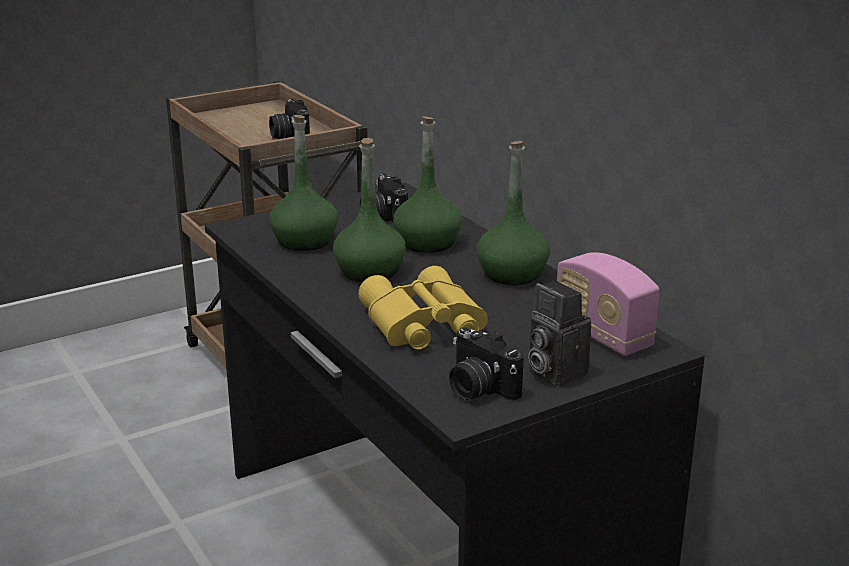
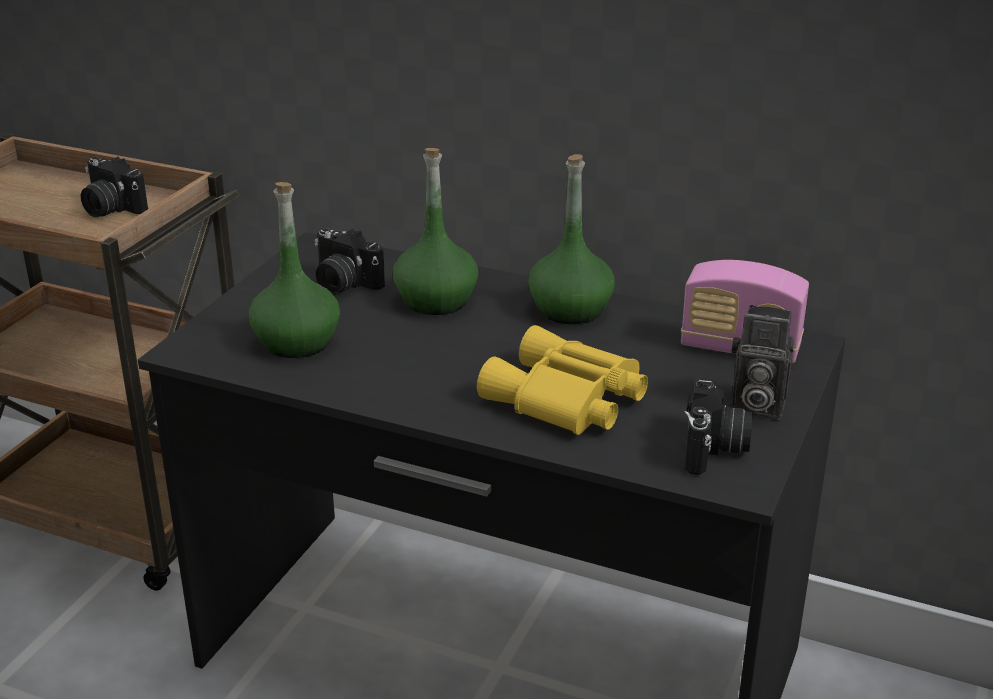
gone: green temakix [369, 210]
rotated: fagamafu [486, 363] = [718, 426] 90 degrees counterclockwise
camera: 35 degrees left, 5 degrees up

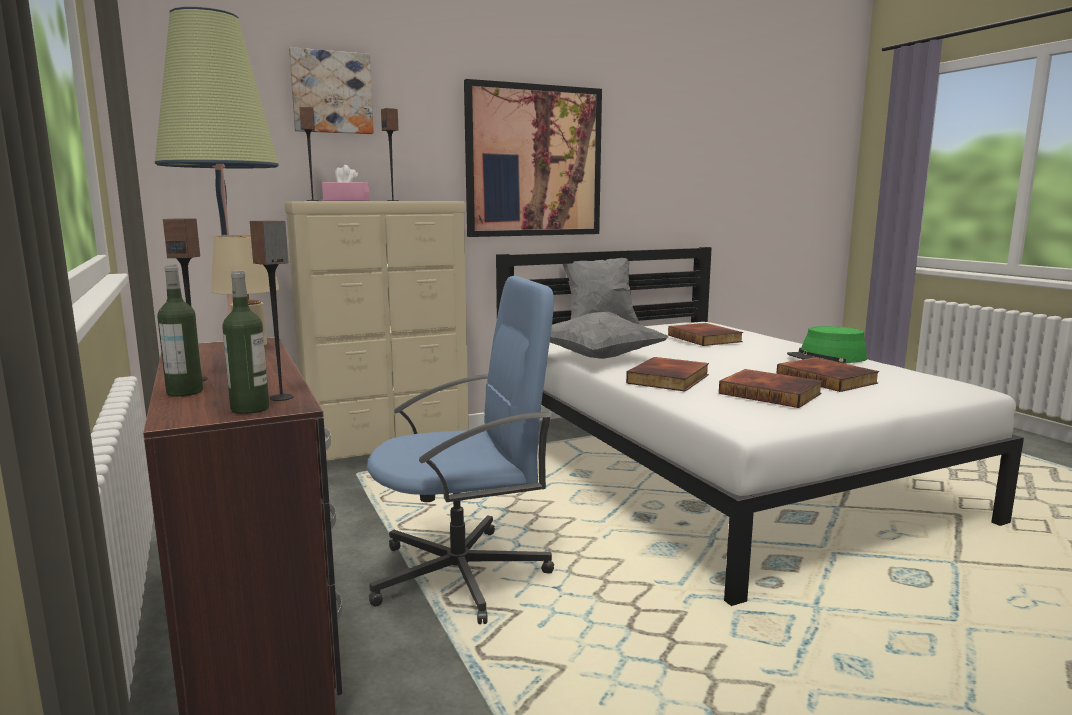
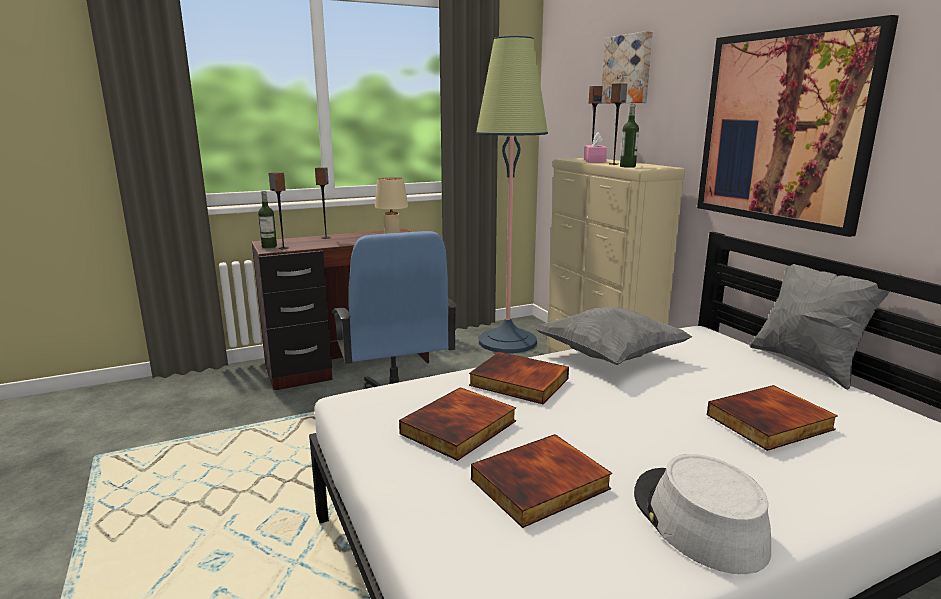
shifted: temakix [180, 331] to [629, 136]
repainted: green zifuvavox [827, 345] to grey zifuvavox [702, 514]
camera: 90 degrees right, 5 degrees up

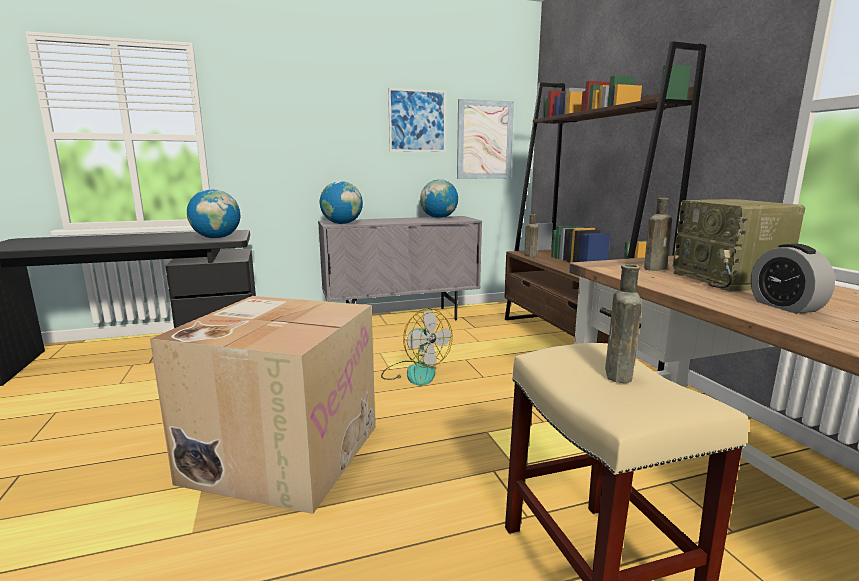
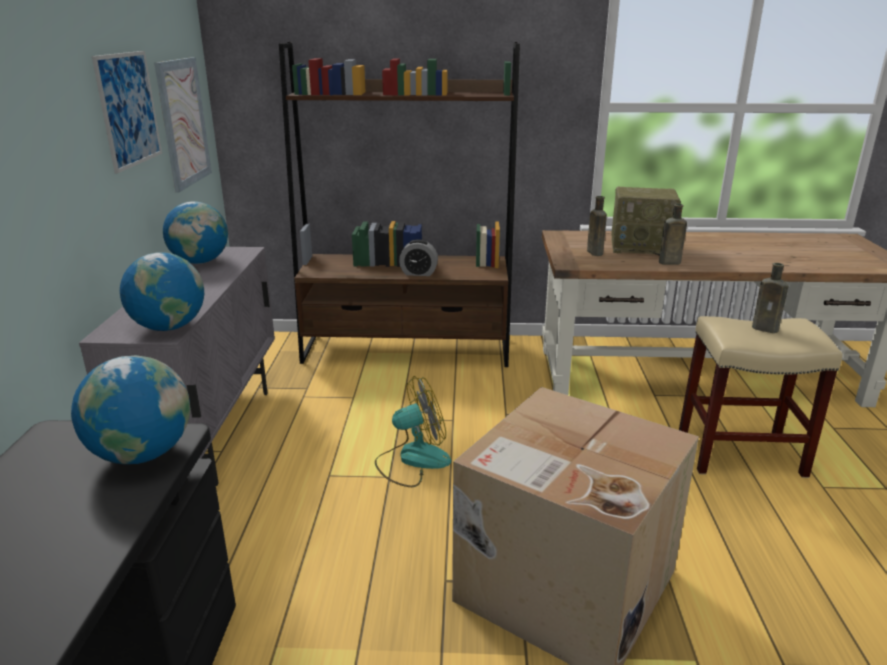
shifted: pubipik [792, 279] to [418, 257]; brown temakix [531, 235] to [673, 234]
camera: 70 degrees left, 10 degrees up

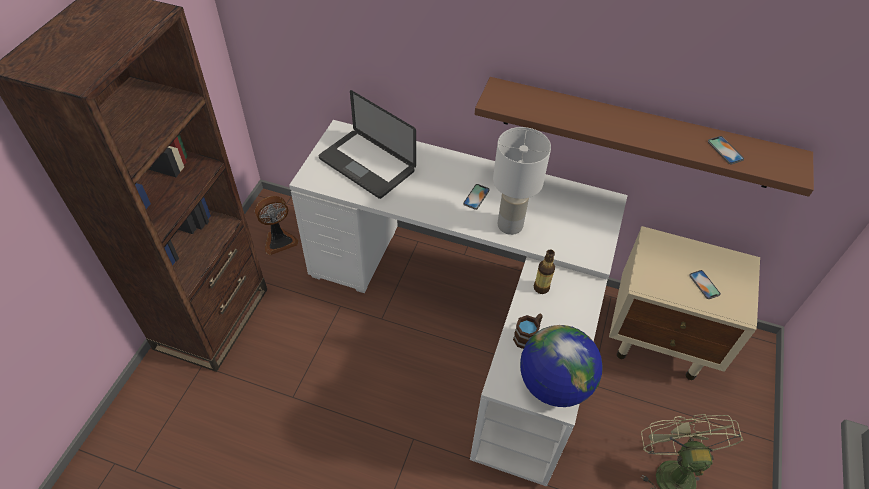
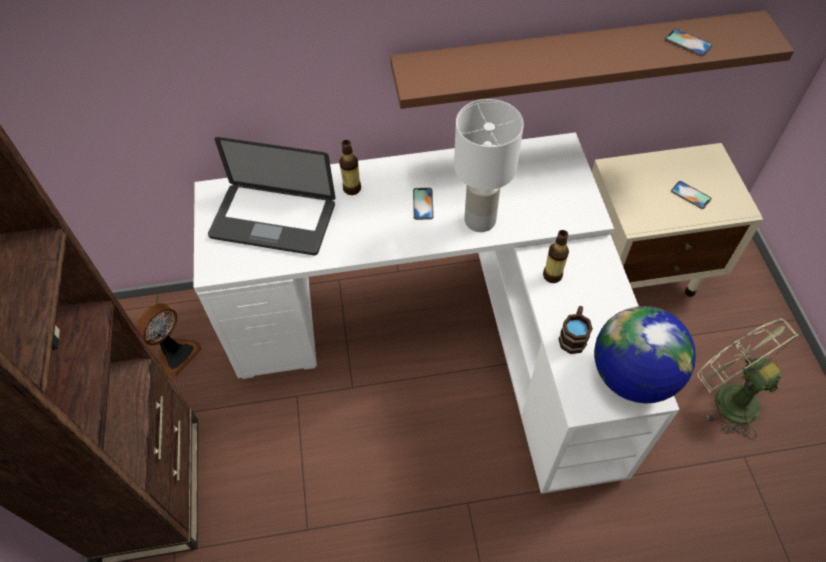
new: temakix [350, 167]
camera: 25 degrees left, 5 degrees up

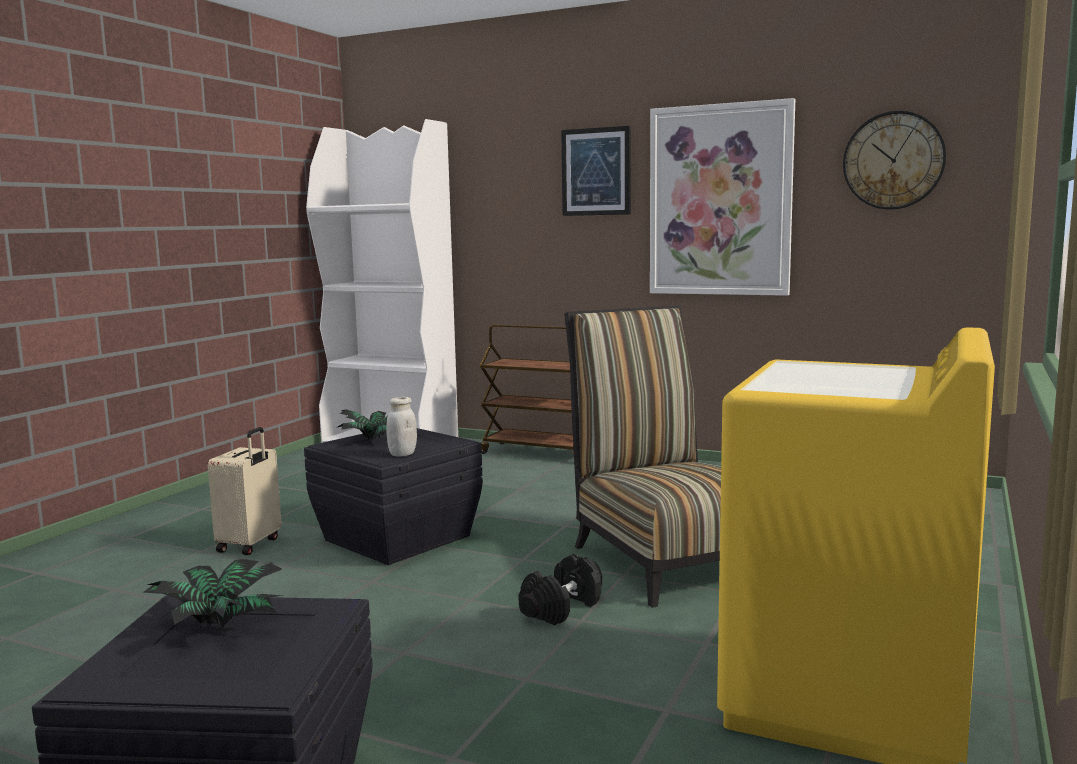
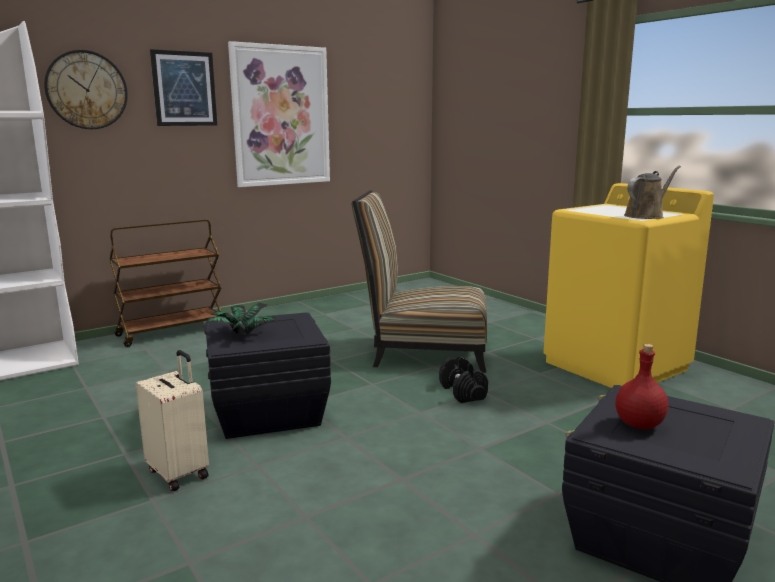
gone: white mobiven [401, 426]
new: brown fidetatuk [652, 192]
shifted: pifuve [894, 160] to [86, 89]
swapped: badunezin [212, 593] to red temakix [641, 386]
camera: 60 degrees left, 5 degrees up

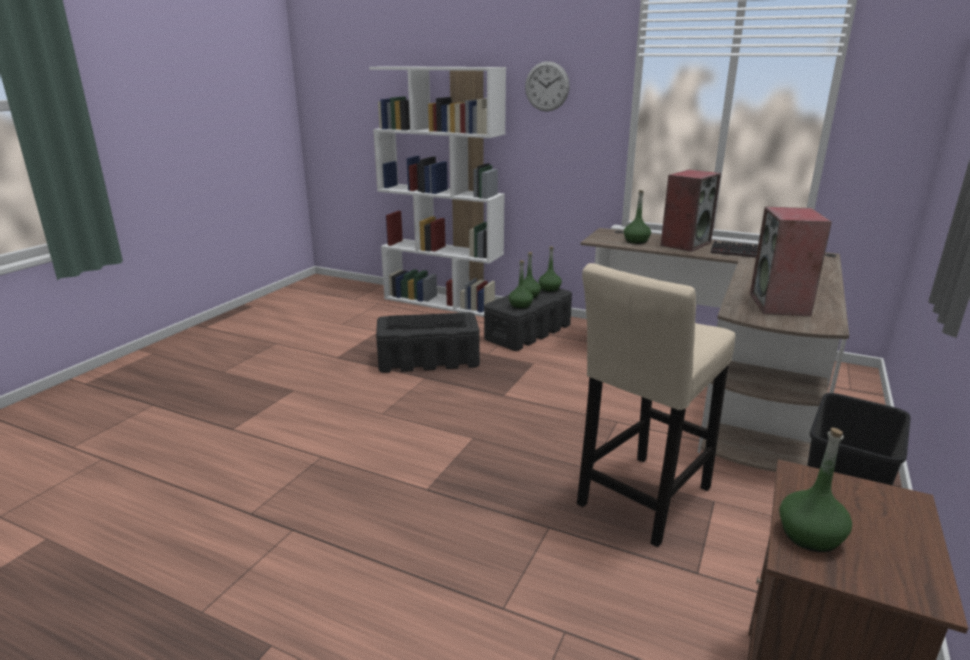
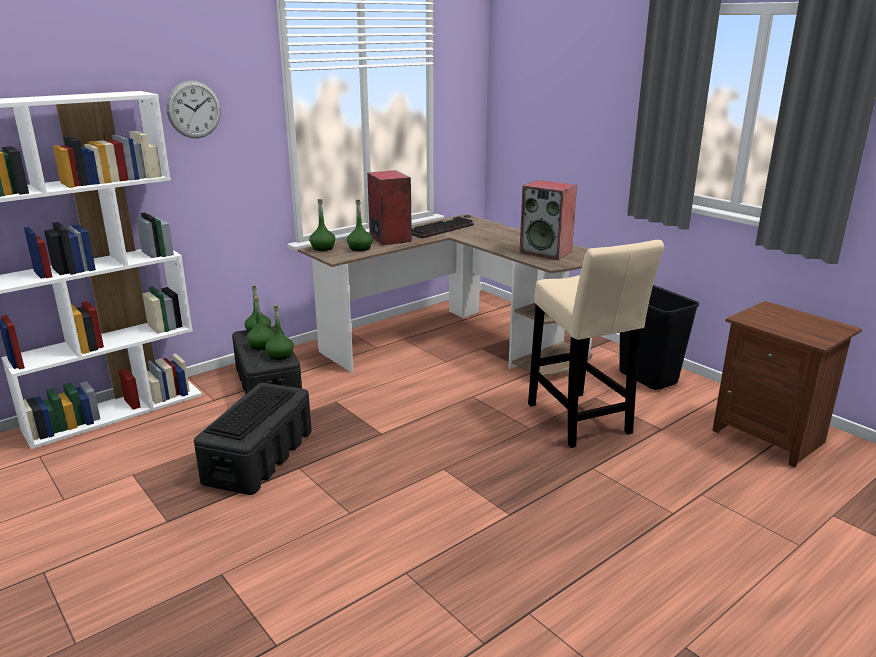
shifted: green temakix [815, 489] to [322, 225]
camera: 65 degrees left, 0 degrees up

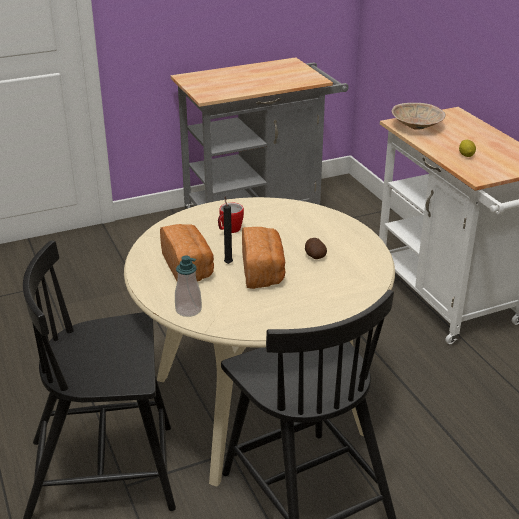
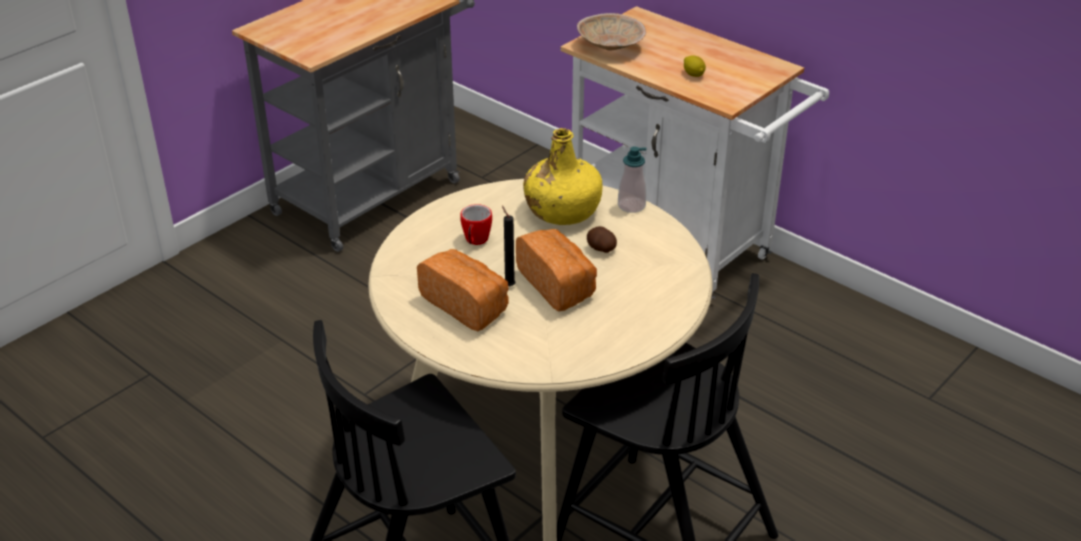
new: yellow temakix [563, 176]
shifted: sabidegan [188, 286] to [632, 179]
camera: 25 degrees left, 5 degrees up

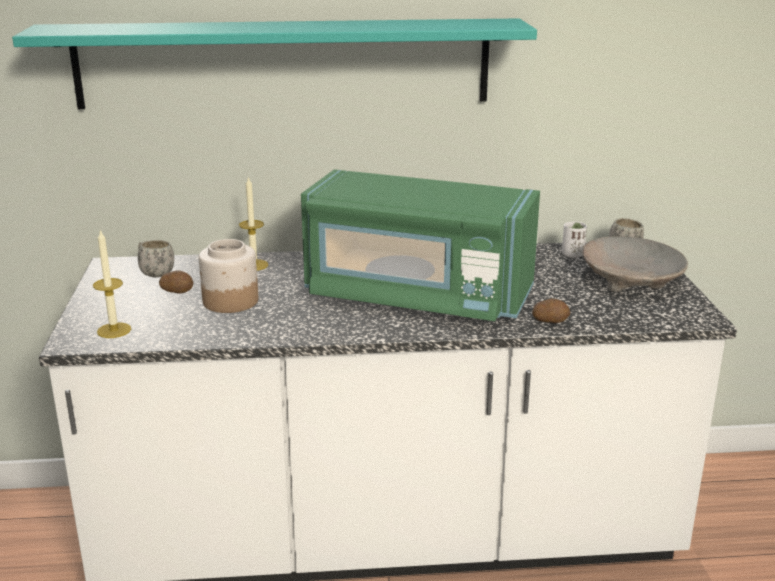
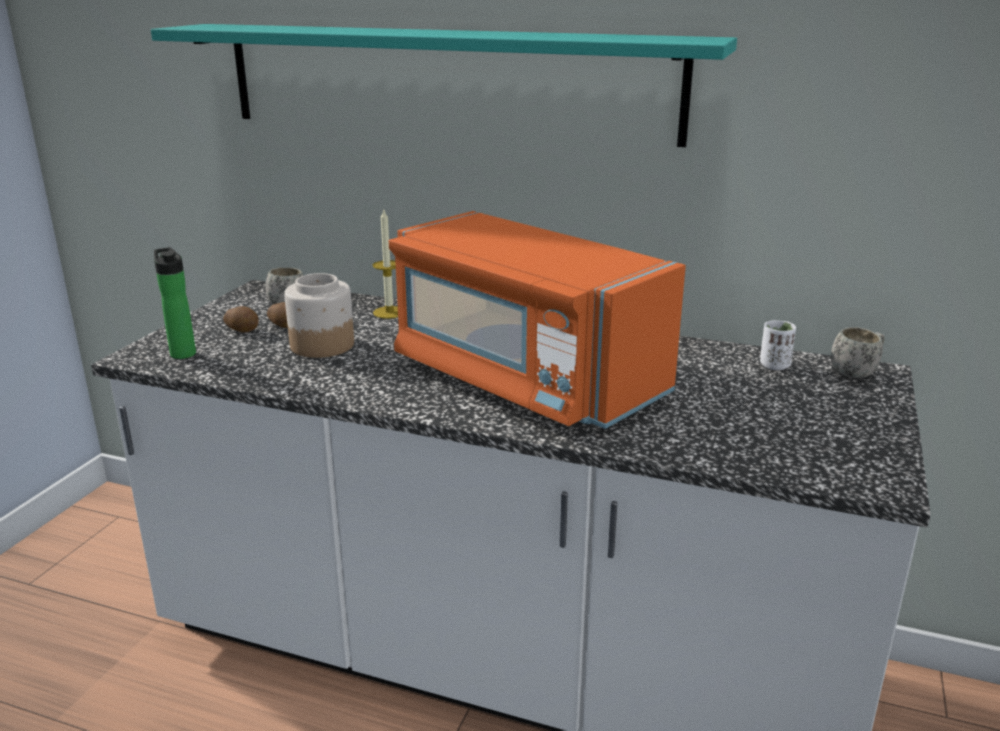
gone: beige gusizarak [635, 264]
shifted: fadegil [551, 311] to [241, 319]
swapped: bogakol [112, 283] to temakix [175, 303]
repainted: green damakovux [420, 245] to orange damakovux [537, 320]
camera: 25 degrees right, 0 degrees up

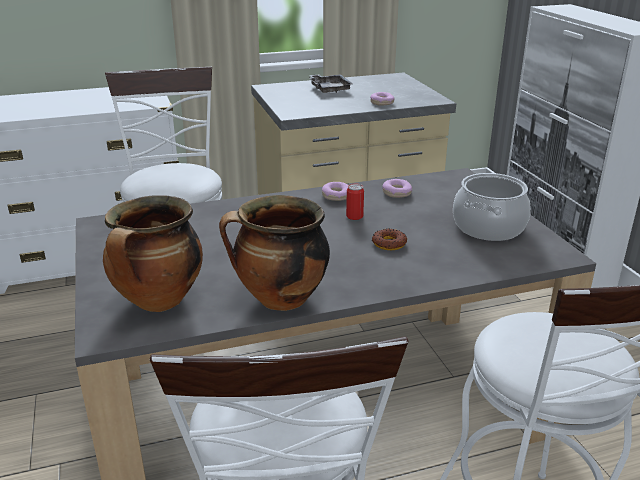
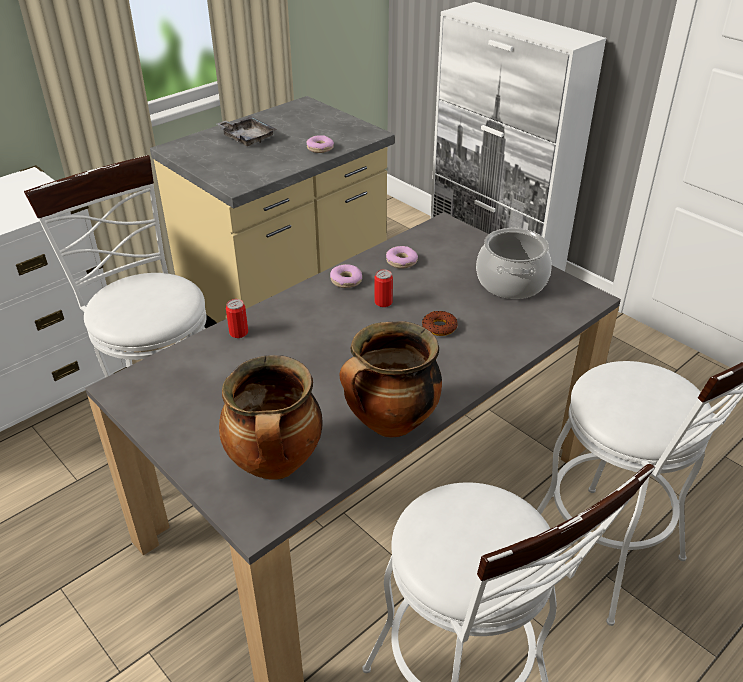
new: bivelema [237, 318]
camera: 25 degrees left, 10 degrees up

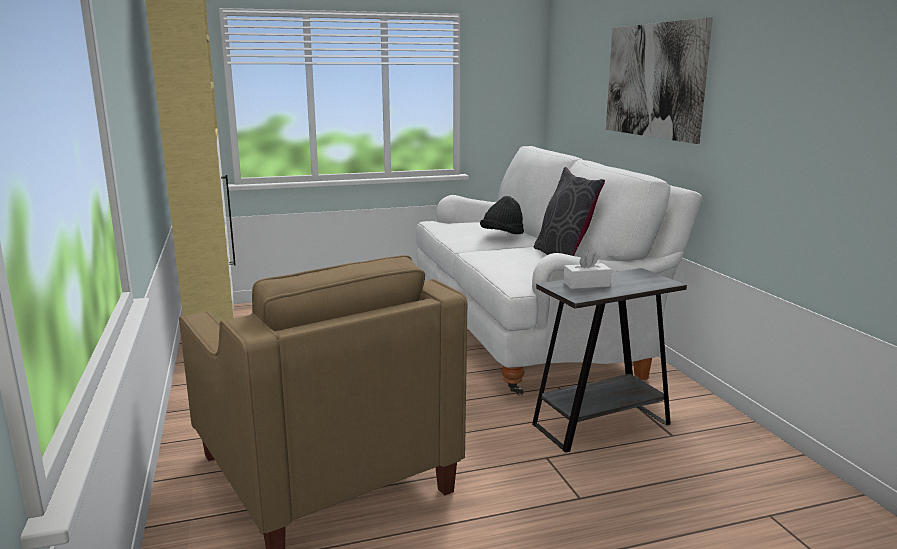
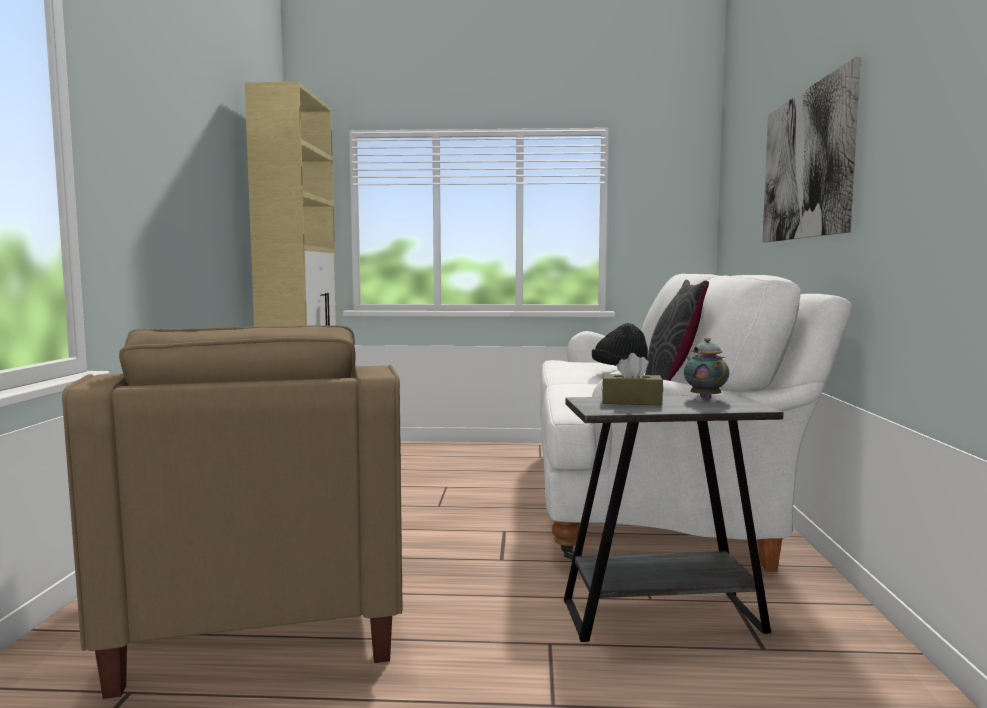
new: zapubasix [706, 369]
repainted: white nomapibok [587, 270] to brown nomapibok [632, 379]
camera: 20 degrees right, 10 degrees down

